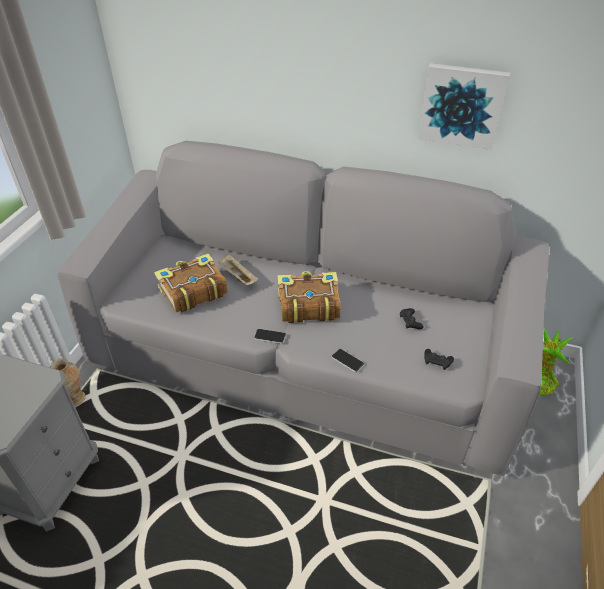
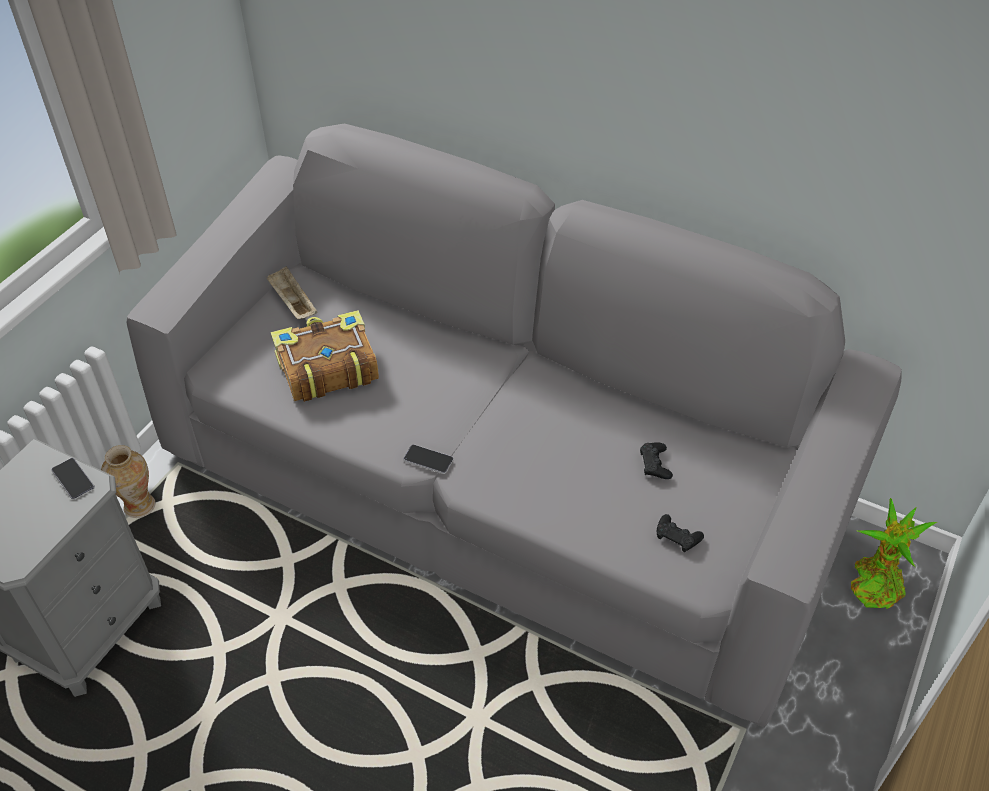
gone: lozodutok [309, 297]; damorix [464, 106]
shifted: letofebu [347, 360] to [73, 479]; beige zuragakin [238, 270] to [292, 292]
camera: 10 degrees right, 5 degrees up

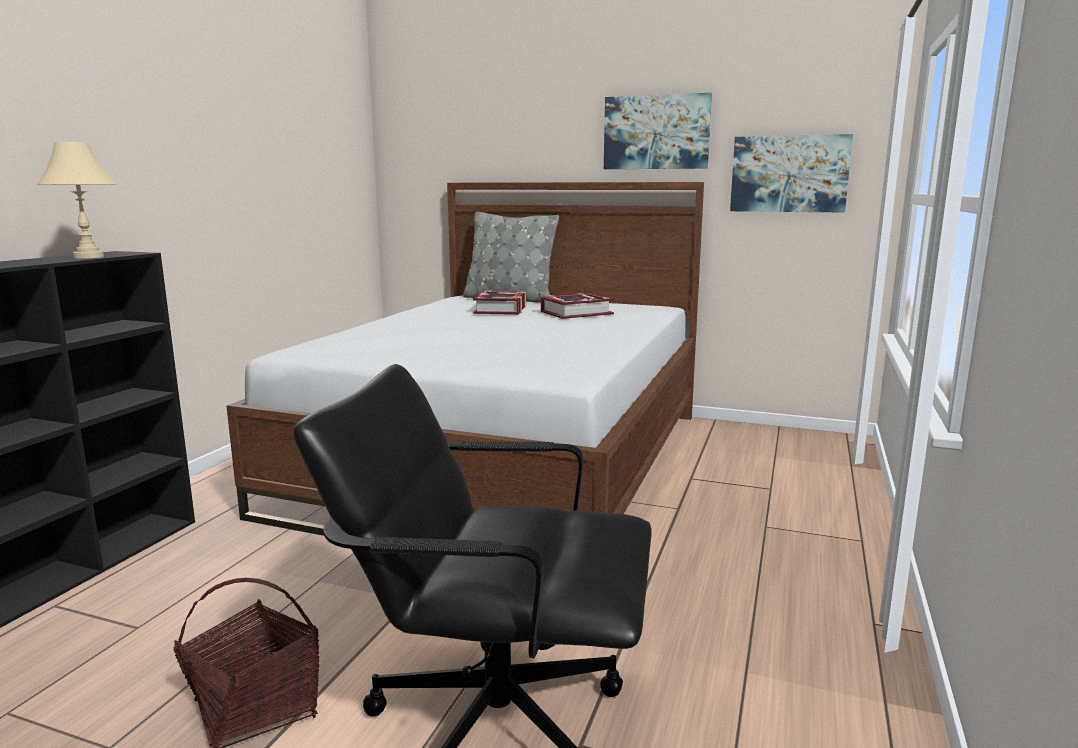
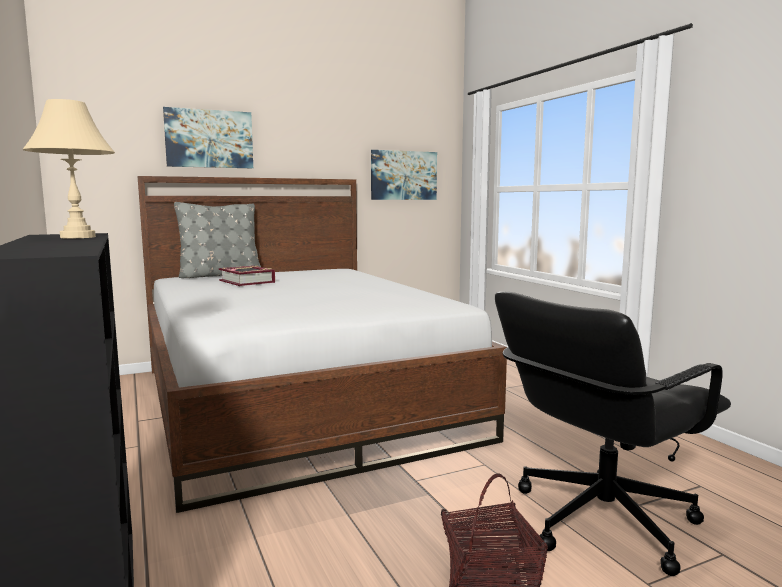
gone: lozodutok [577, 306]
shifted: damorix [658, 131] to [208, 137]
camera: 45 degrees left, 5 degrees down

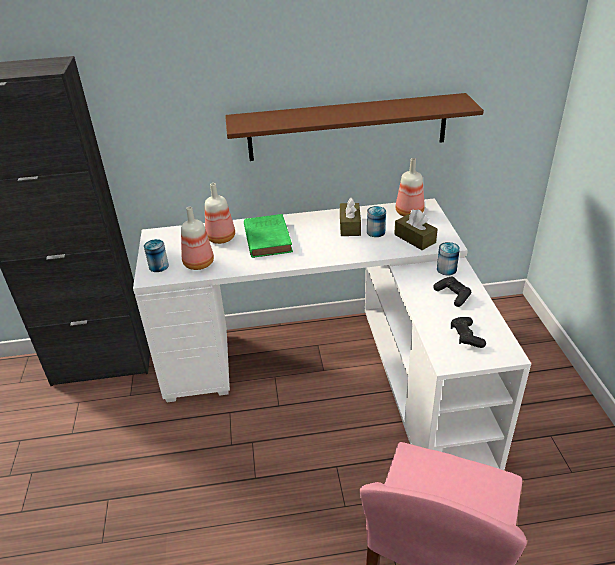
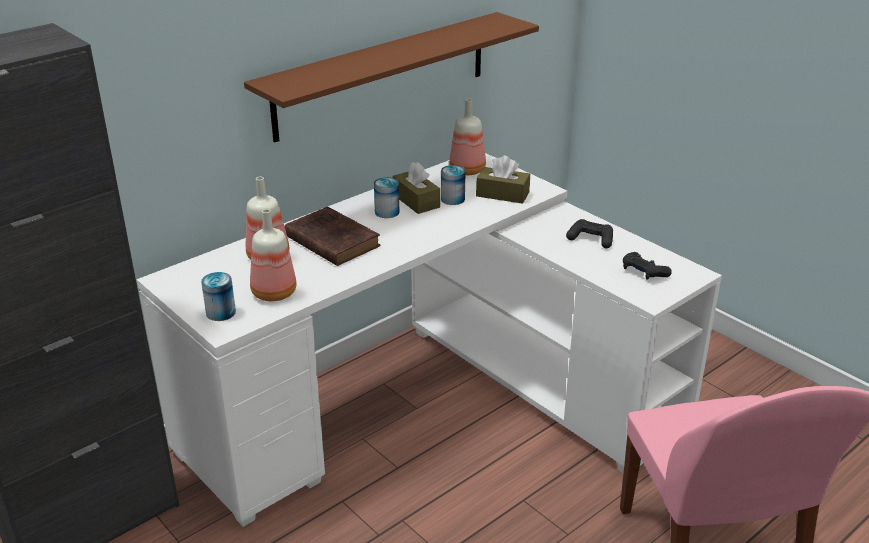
shifted: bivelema [448, 258] to [386, 197]
repainted: green lozodutok [268, 236] to brown lozodutok [332, 236]
camera: 35 degrees left, 5 degrees down

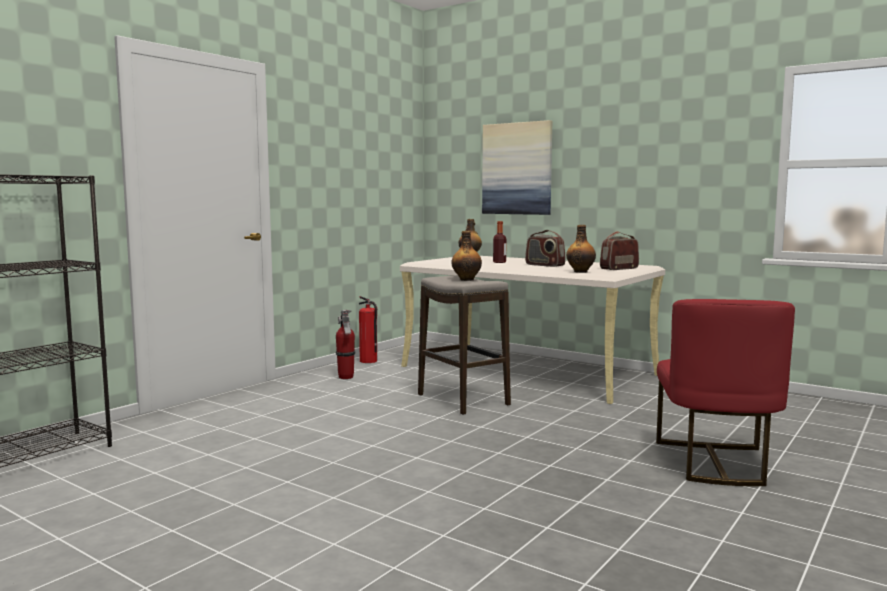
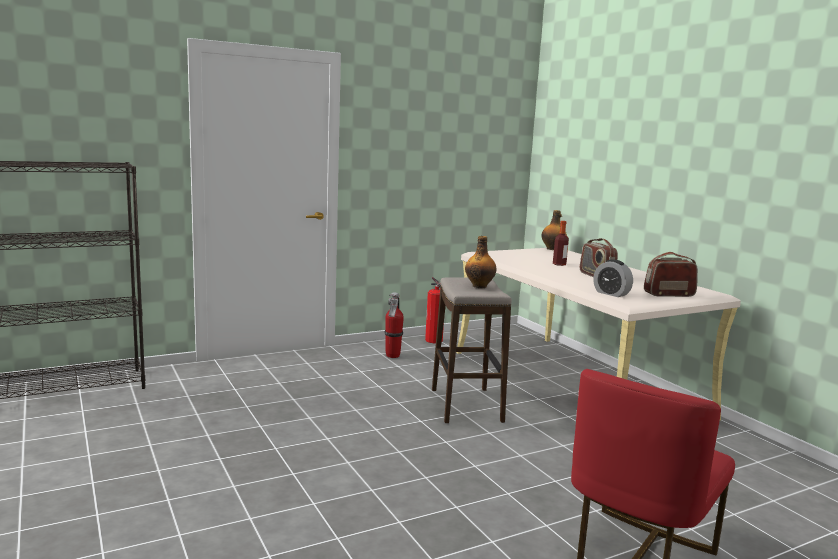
gone: damorix [517, 167]
swapped: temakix [581, 249] to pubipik [613, 278]
camera: 25 degrees right, 5 degrees up

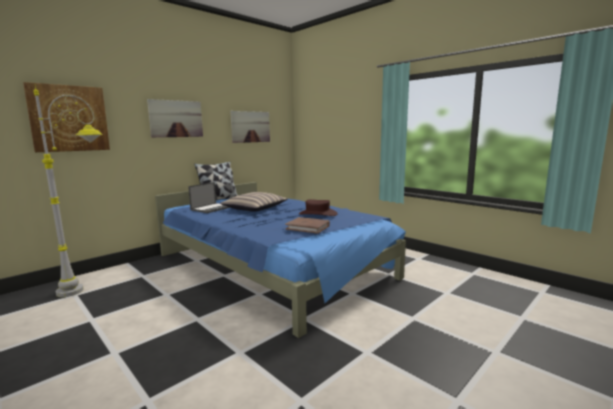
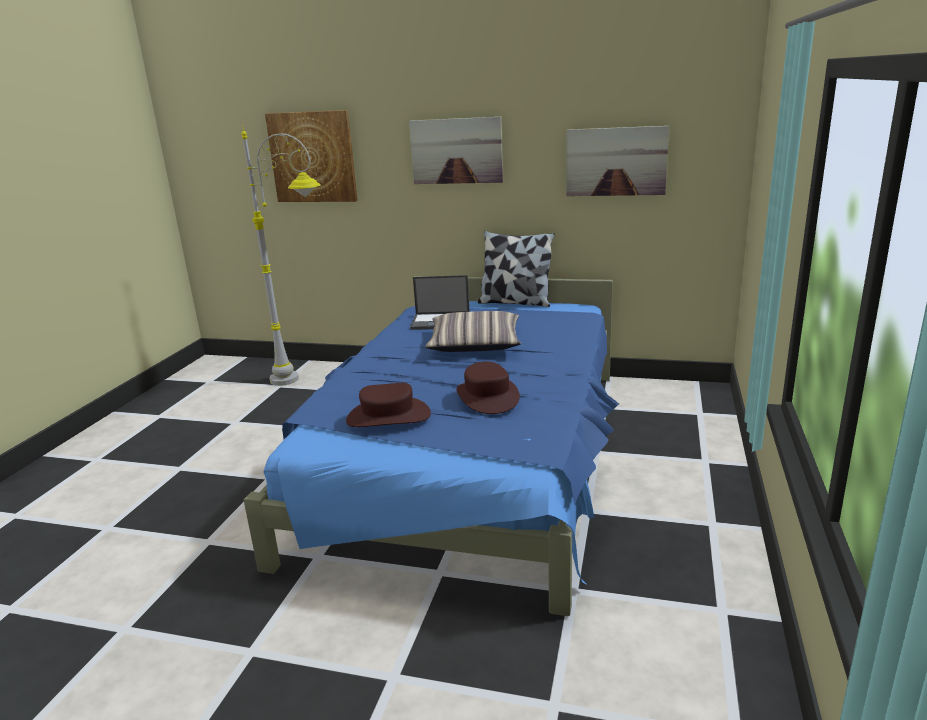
swapped: brown lozodutok [307, 225] to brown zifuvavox [388, 405]
camera: 60 degrees right, 10 degrees up

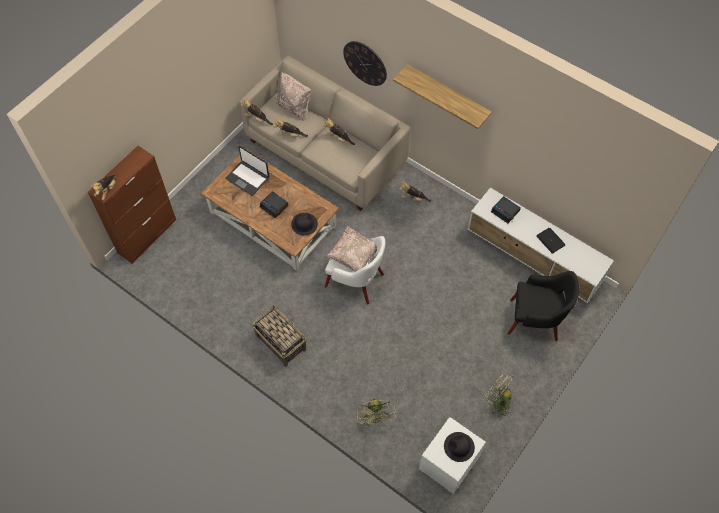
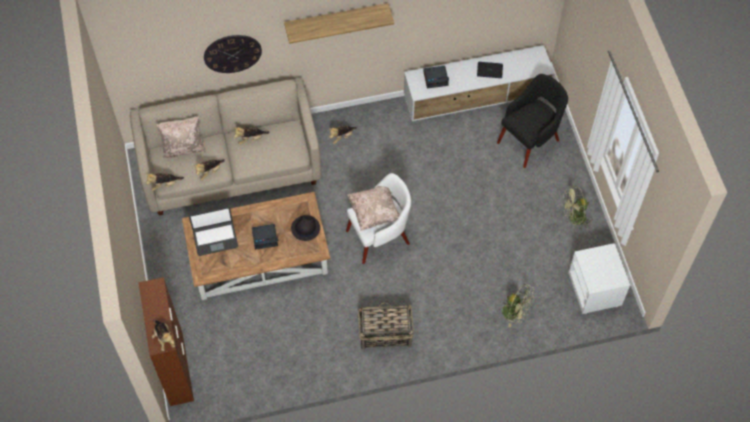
gone: black zifuvavox [459, 447]
camera: 50 degrees left, 0 degrees up

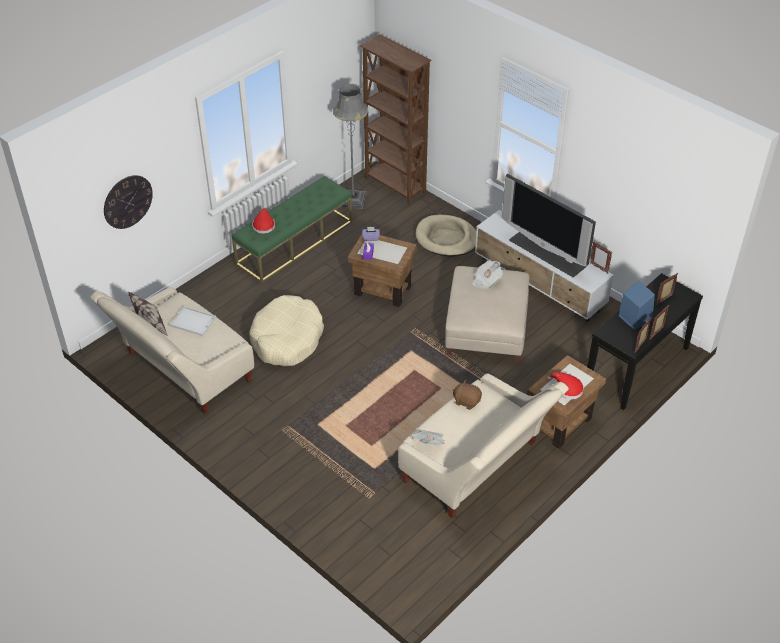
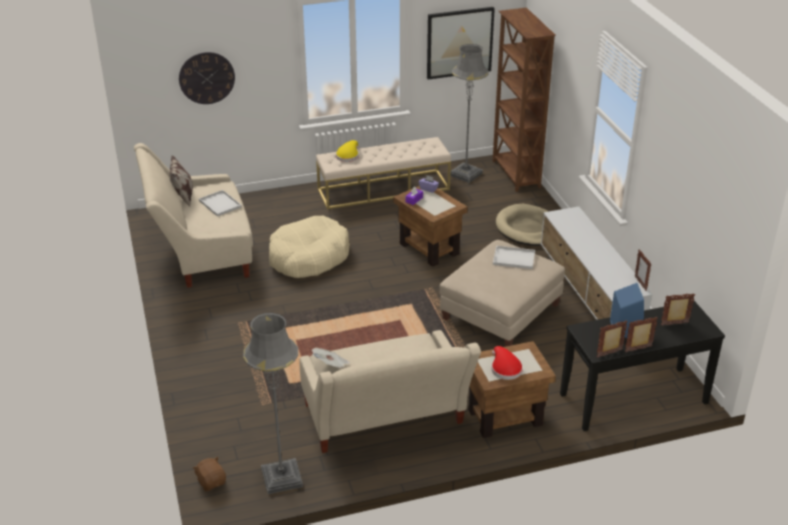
gone: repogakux [549, 226]
new: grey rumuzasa [273, 403]; damorix [461, 43]
shifted: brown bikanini [467, 395] to [209, 474]
swapped: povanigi [487, 275] to white zuragakin [514, 257]
repainted: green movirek [292, 229] to beige movirek [383, 173]; red zifuvavox [263, 221] to yellow zifuvavox [348, 151]
camera: 30 degrees right, 10 degrees down

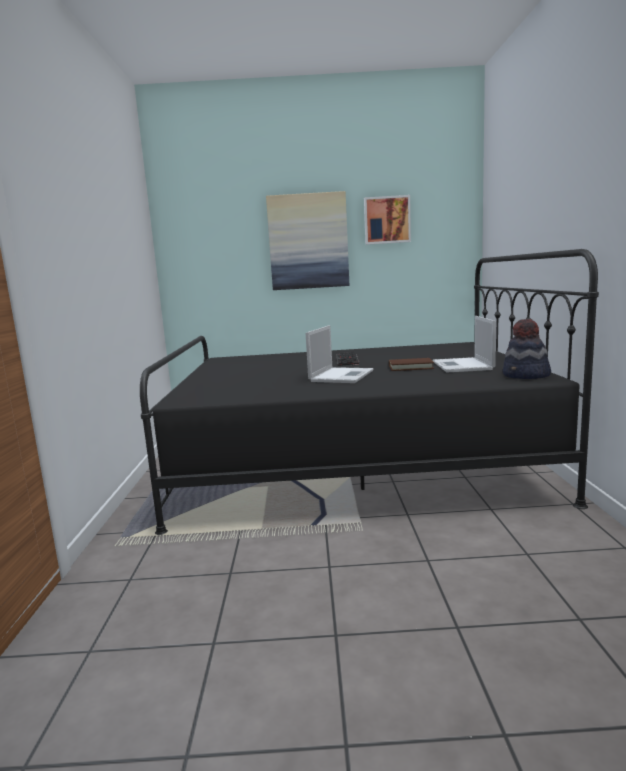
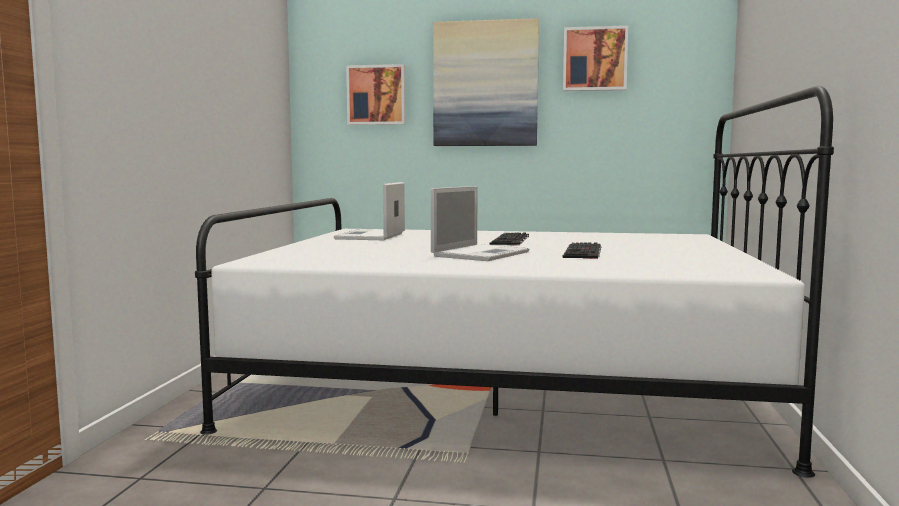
gone: zifuvavox [527, 349]
new: damorix [376, 94]
shifted: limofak [464, 344] to [369, 211]
swapped: brown lozodutok [411, 364] to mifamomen [582, 250]
repainted: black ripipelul [369, 392] to white ripipelul [514, 282]
camera: 10 degrees right, 5 degrees down

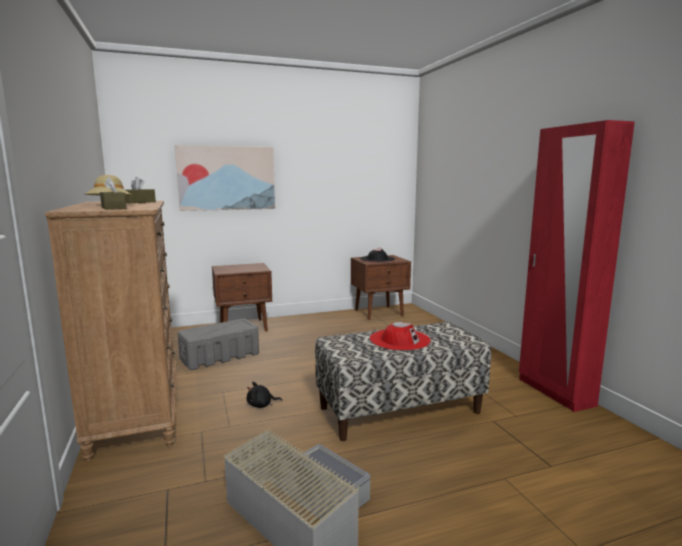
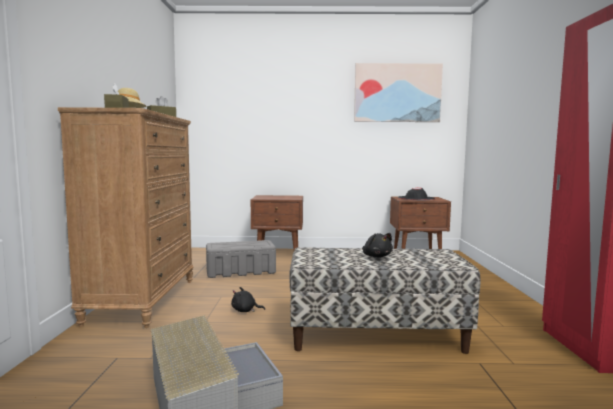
shifted: damorix [225, 178] to [398, 92]
swapped: red zifuvavox [400, 336] to black bikanini [377, 245]
camera: 20 degrees right, 5 degrees down

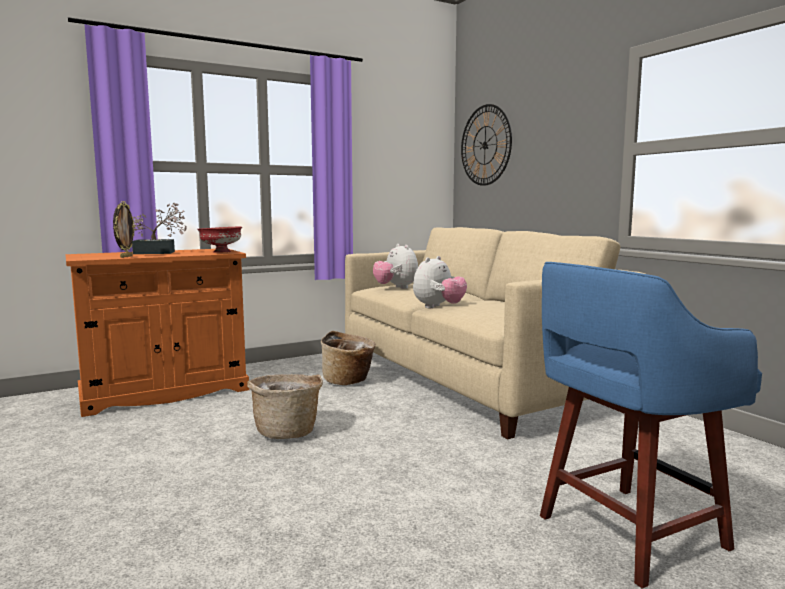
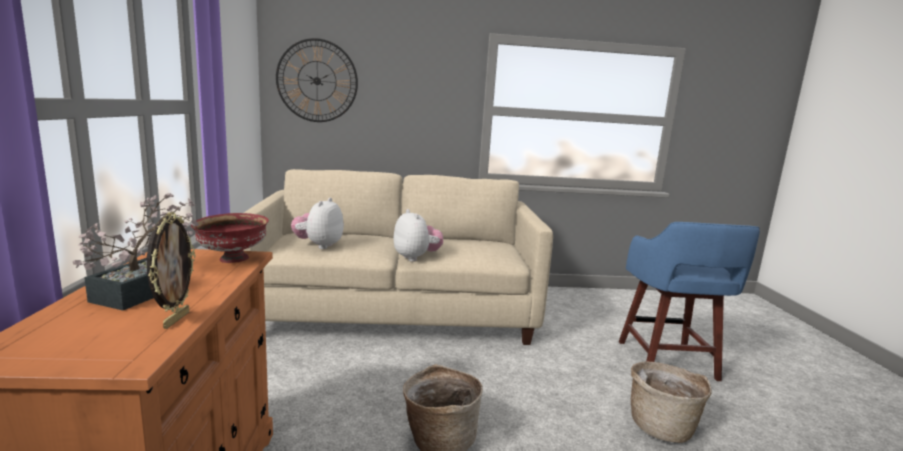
shifted: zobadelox [348, 358] to [671, 402]
rotated: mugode [124, 229] = [171, 270] 60 degrees clockwise; bikanini [395, 266] = [317, 223] 105 degrees clockwise
camera: 65 degrees left, 5 degrees up

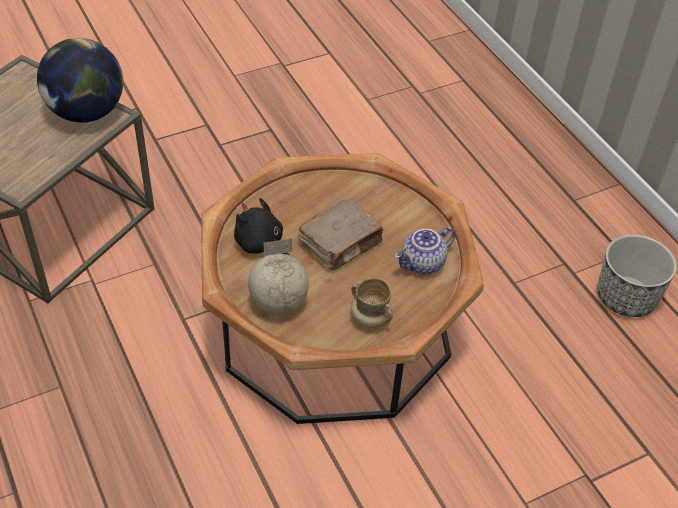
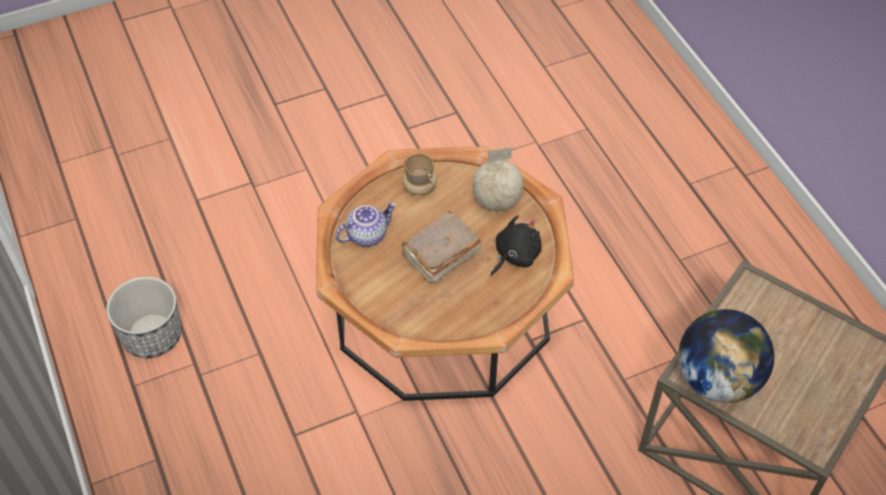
rotated: black bikanini [261, 226] = [516, 245] 90 degrees counterclockwise
camera: 175 degrees left, 5 degrees up

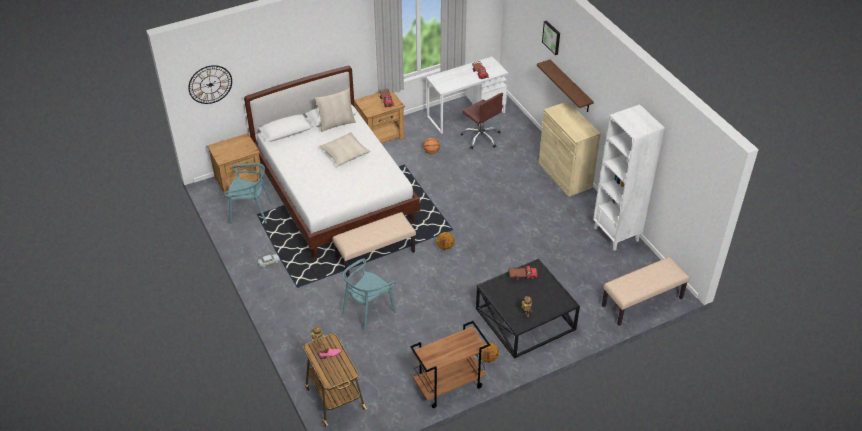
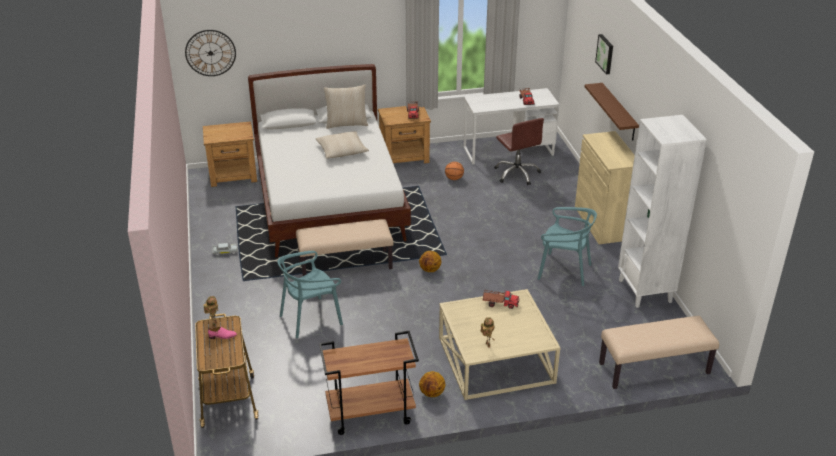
shifted: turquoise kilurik [248, 193] to [567, 246]
repainted: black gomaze [528, 309] to beige gomaze [499, 344]
camera: 15 degrees right, 10 degrees down

